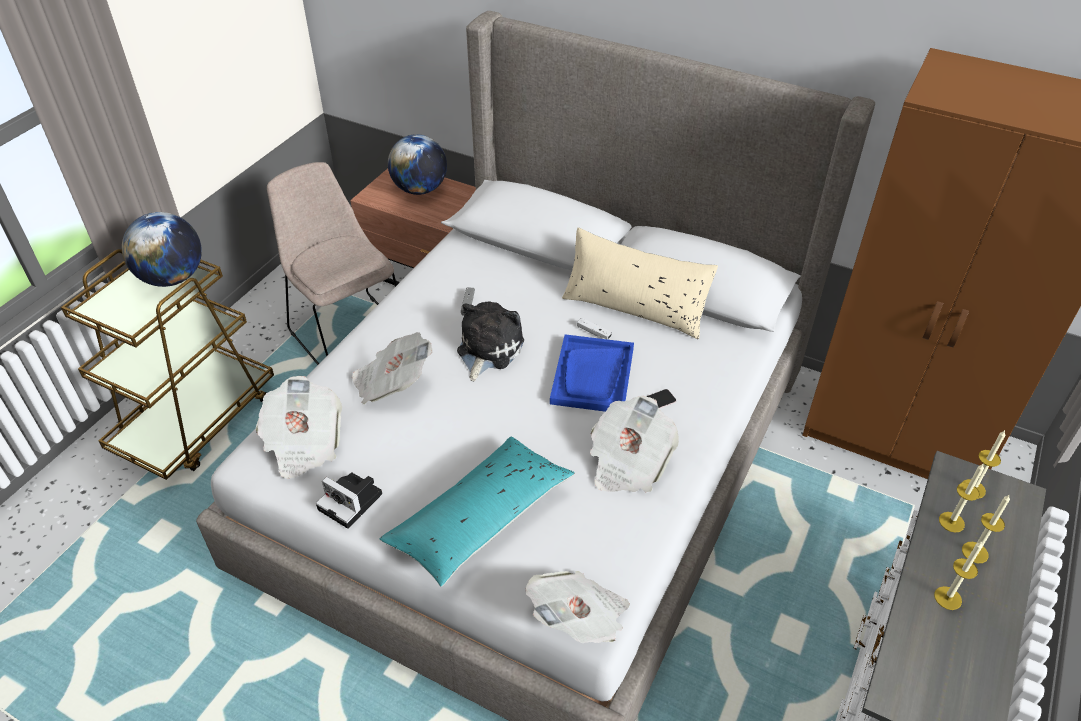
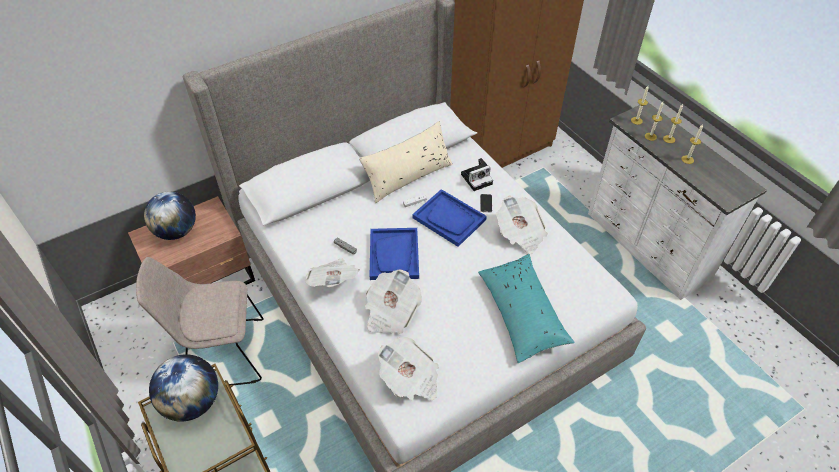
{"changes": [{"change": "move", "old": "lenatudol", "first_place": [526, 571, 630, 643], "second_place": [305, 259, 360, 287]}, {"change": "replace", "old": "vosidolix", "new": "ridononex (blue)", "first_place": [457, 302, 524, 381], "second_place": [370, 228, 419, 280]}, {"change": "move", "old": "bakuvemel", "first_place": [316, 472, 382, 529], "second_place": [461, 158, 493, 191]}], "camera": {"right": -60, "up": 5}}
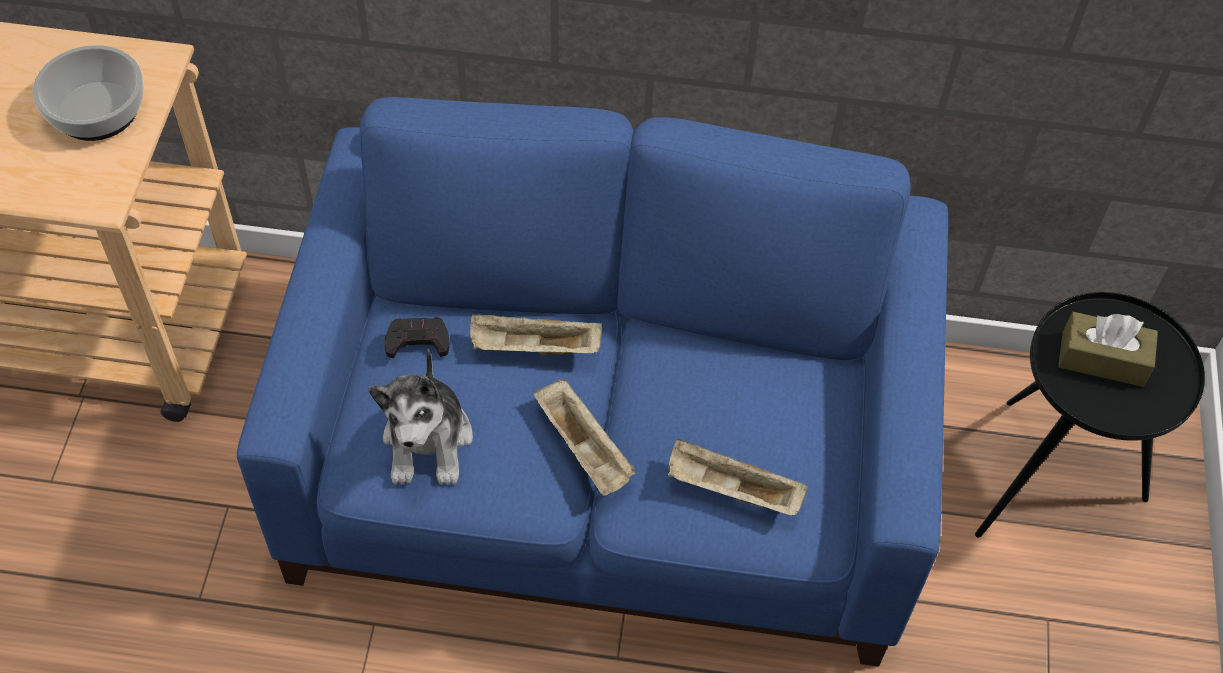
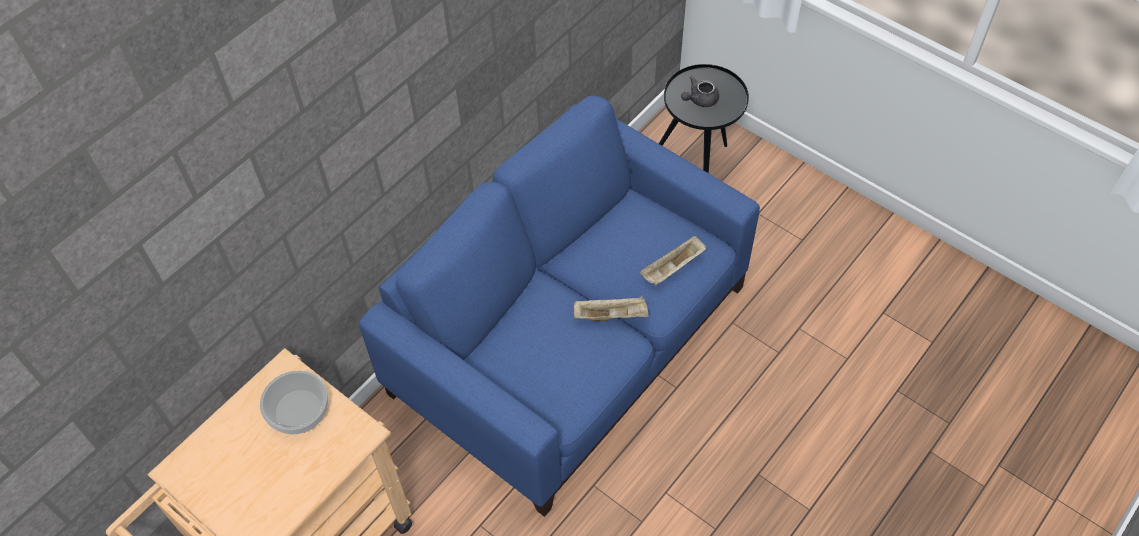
{"changes": [{"change": "replace", "old": "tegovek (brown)", "new": "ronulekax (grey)", "first_place": [1058, 312, 1158, 387], "second_place": [681, 76, 719, 107]}, {"change": "delete", "old": "vosidolix", "first_place": [368, 349, 473, 485]}, {"change": "delete", "old": "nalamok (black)", "first_place": [385, 317, 450, 358]}, {"change": "delete", "old": "ridononex (beige)", "first_place": [470, 314, 602, 356]}], "camera": {"right": -55, "up": 0}}
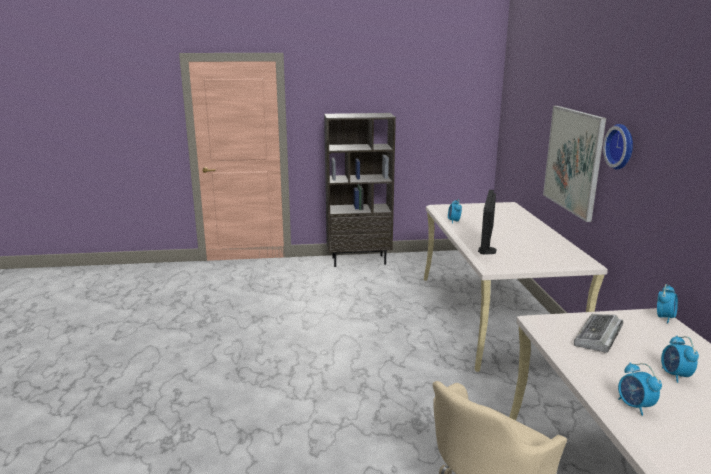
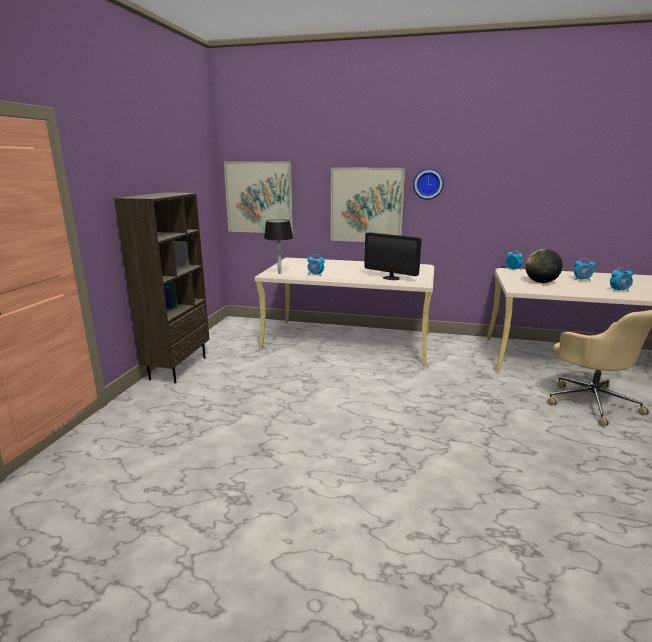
{"changes": [{"change": "insert", "new": "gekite", "second_place": [224, 162, 293, 234]}, {"change": "insert", "new": "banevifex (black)", "second_place": [264, 219, 293, 274]}, {"change": "replace", "old": "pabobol", "new": "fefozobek", "first_place": [574, 314, 623, 353], "second_place": [525, 249, 563, 283]}], "camera": {"right": -70, "up": 0}}
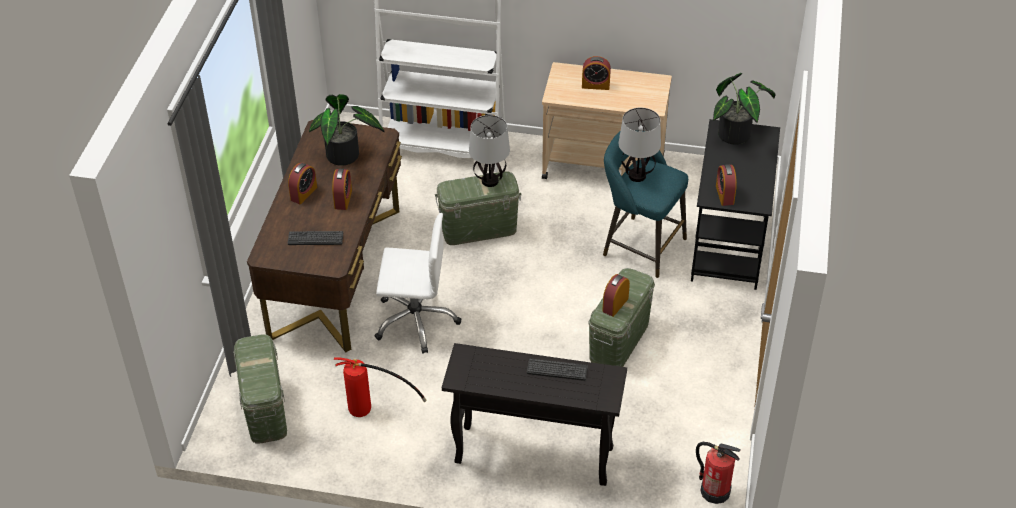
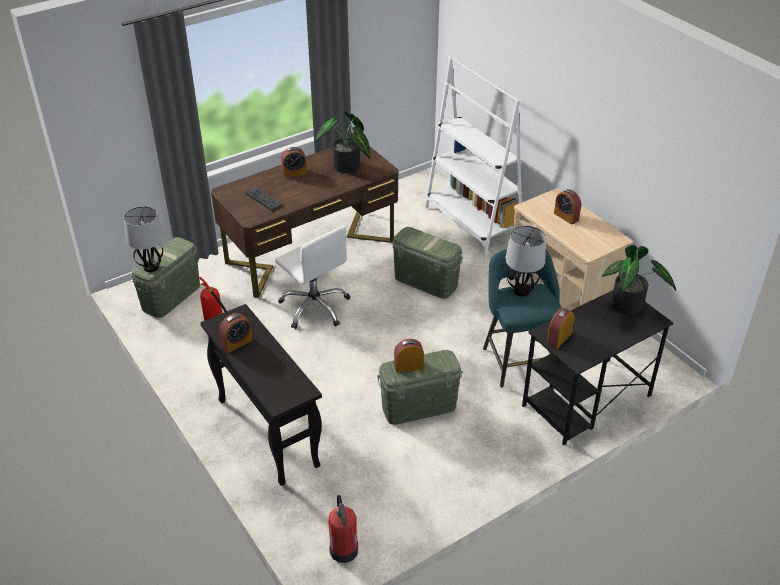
{"changes": [{"change": "move", "old": "banevifex", "first_place": [469, 115, 510, 187], "second_place": [124, 206, 164, 272]}, {"change": "move", "old": "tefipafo", "first_place": [332, 169, 352, 210], "second_place": [219, 313, 253, 353]}, {"change": "delete", "old": "pabobol", "first_place": [527, 358, 588, 381]}], "camera": {"right": 45, "up": -5}}
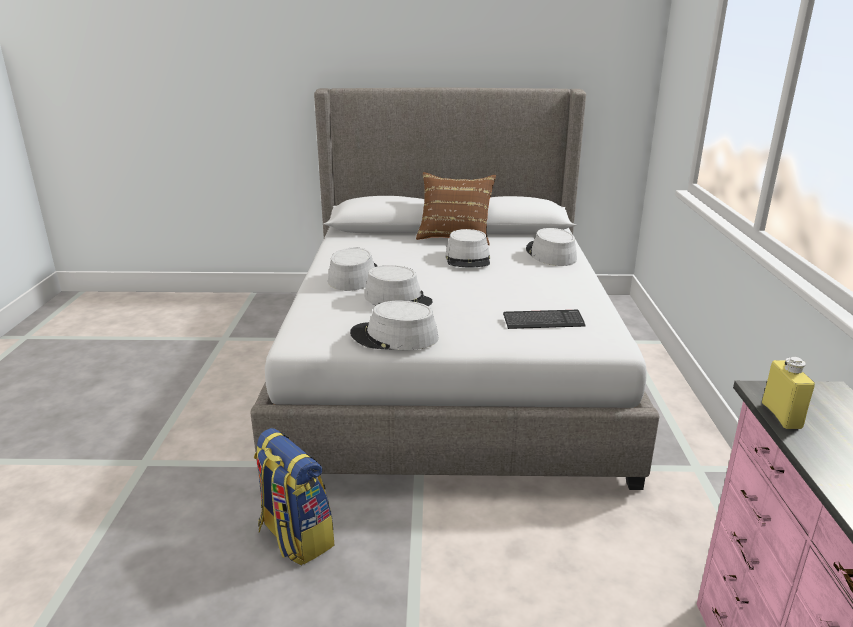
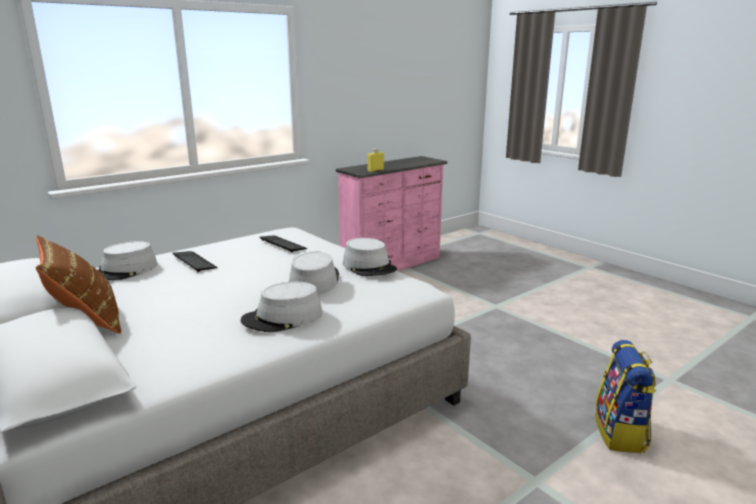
{"changes": [{"change": "insert", "new": "pabobol", "second_place": [173, 251, 218, 272]}, {"change": "move", "old": "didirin", "first_place": [254, 428, 334, 565], "second_place": [595, 340, 656, 453]}, {"change": "delete", "old": "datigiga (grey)", "first_place": [445, 229, 490, 268]}], "camera": {"right": -130, "up": -5}}
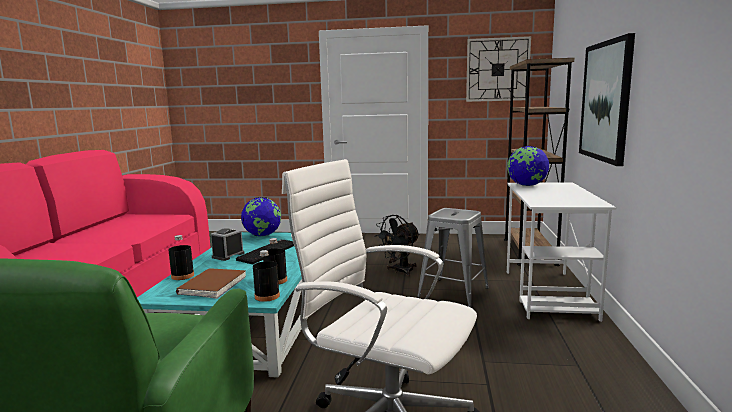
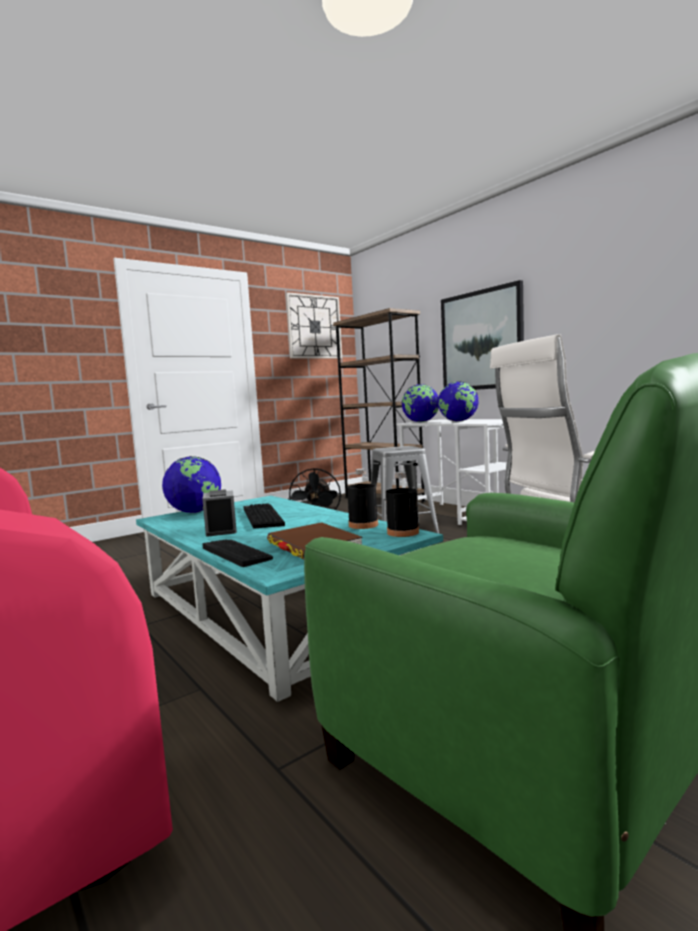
{"changes": [{"change": "replace", "old": "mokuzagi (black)", "new": "pabobol", "first_place": [168, 235, 194, 280], "second_place": [203, 539, 273, 567]}, {"change": "insert", "new": "fefozobek", "second_place": [438, 381, 479, 422]}], "camera": {"right": -45, "up": -5}}
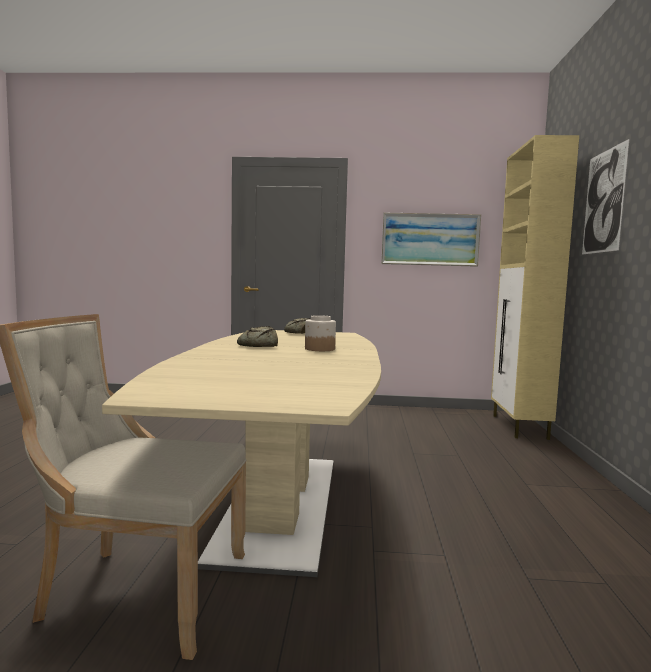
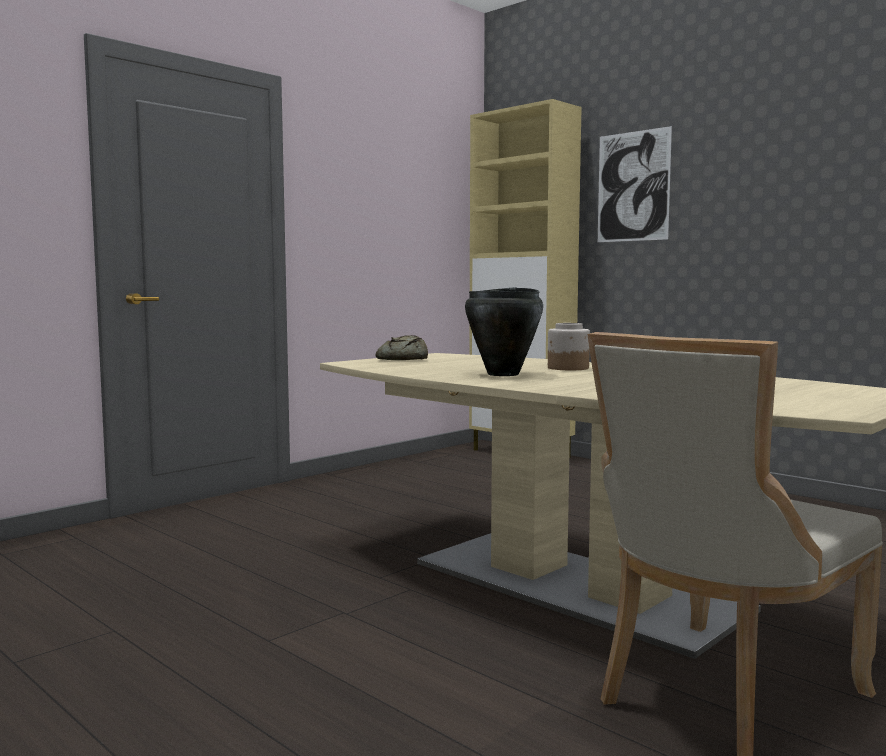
{"changes": [{"change": "replace", "old": "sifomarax", "new": "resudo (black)", "first_place": [237, 326, 278, 347], "second_place": [465, 288, 543, 376]}, {"change": "delete", "old": "gekite", "first_place": [381, 213, 481, 267]}], "camera": {"right": -50, "up": 0}}
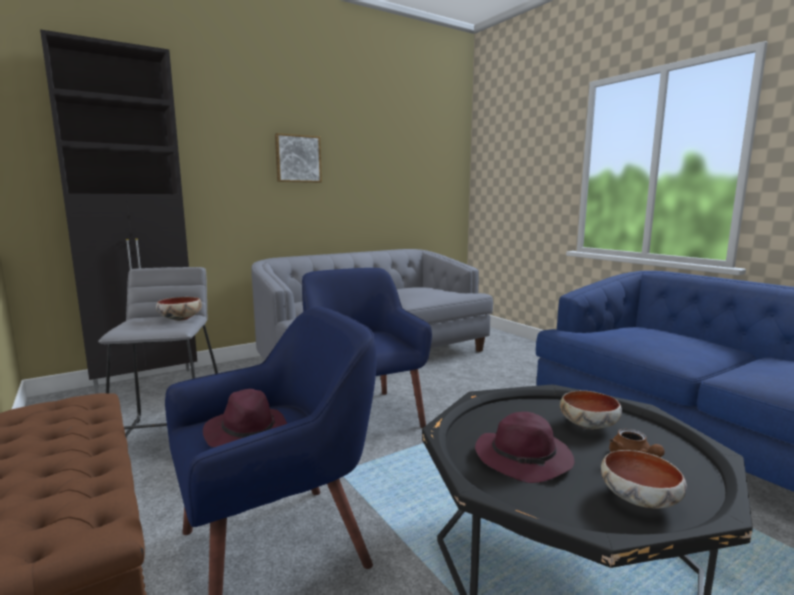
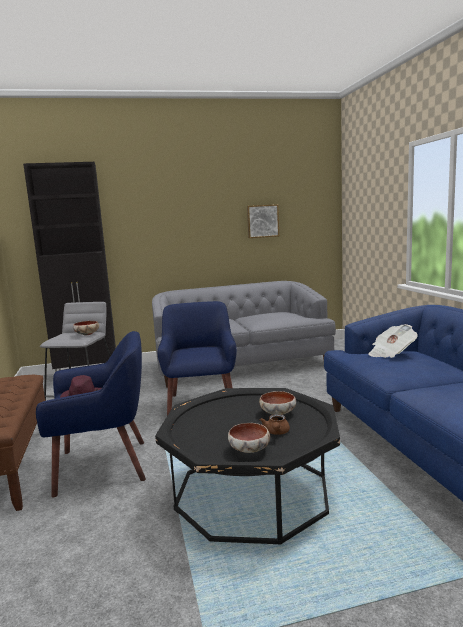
{"changes": [{"change": "move", "old": "gekite", "first_place": [275, 133, 322, 183], "second_place": [247, 204, 279, 238]}, {"change": "insert", "new": "lenatudol", "second_place": [368, 324, 417, 358]}, {"change": "delete", "old": "datigiga (purple)", "first_place": [475, 412, 575, 483]}], "camera": {"right": 20, "up": 0}}
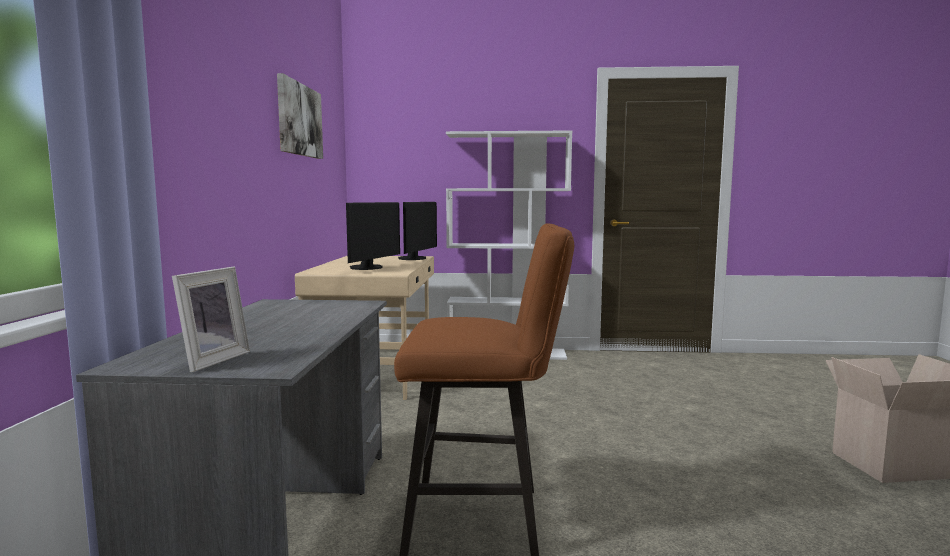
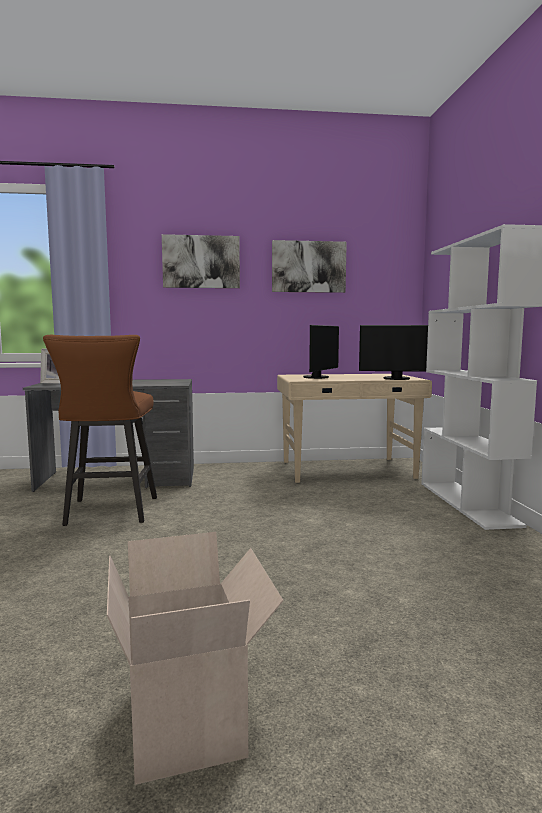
{"changes": [{"change": "insert", "new": "gekite", "second_place": [162, 234, 240, 288]}, {"change": "rotate", "old": "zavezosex", "first_place": [346, 202, 400, 270], "second_place": [303, 325, 339, 379], "degrees": -75}], "camera": {"right": 80, "up": 0}}
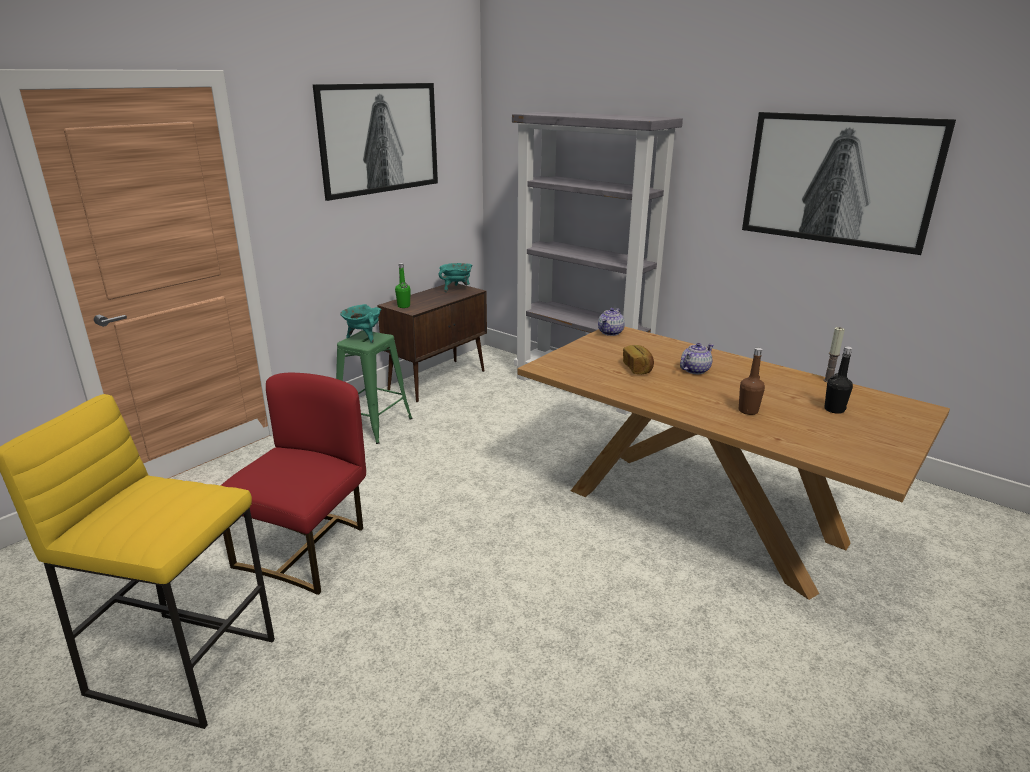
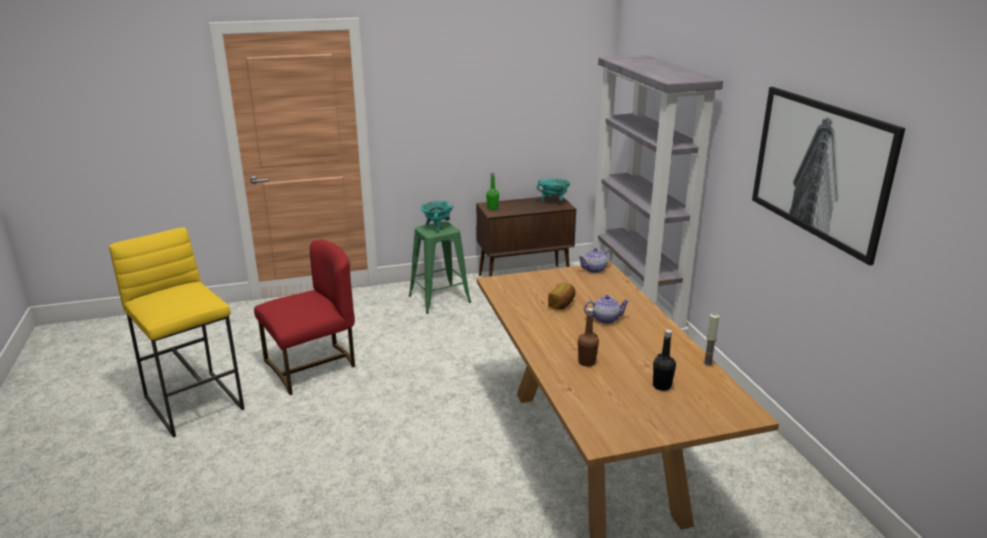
{"changes": [{"change": "delete", "old": "gekite", "first_place": [313, 83, 438, 201]}], "camera": {"right": 35, "up": 0}}
